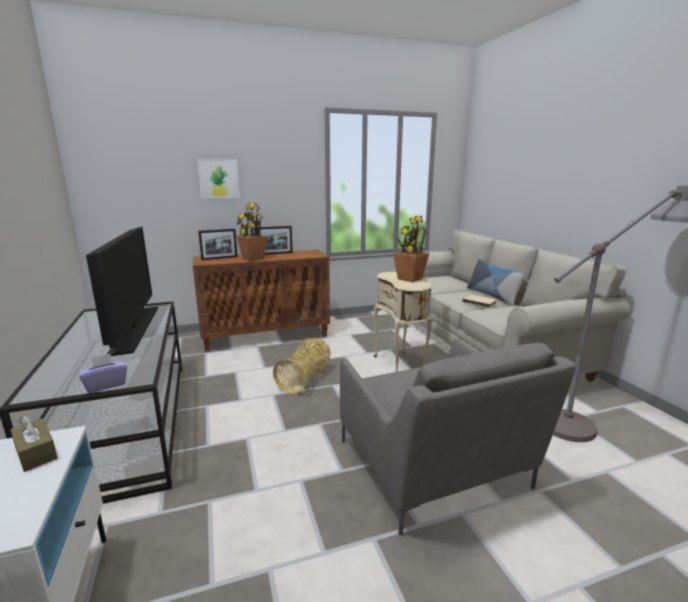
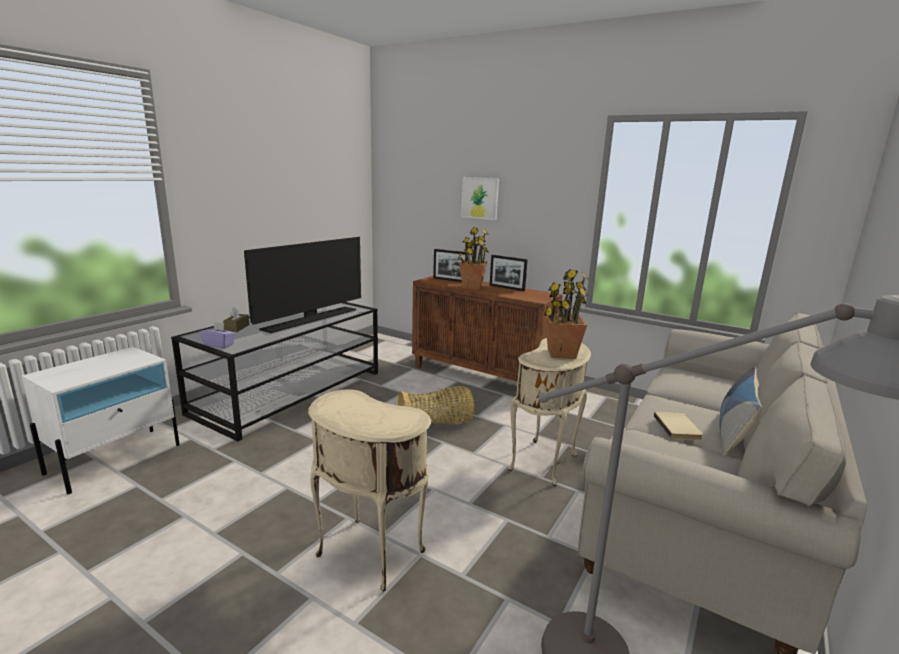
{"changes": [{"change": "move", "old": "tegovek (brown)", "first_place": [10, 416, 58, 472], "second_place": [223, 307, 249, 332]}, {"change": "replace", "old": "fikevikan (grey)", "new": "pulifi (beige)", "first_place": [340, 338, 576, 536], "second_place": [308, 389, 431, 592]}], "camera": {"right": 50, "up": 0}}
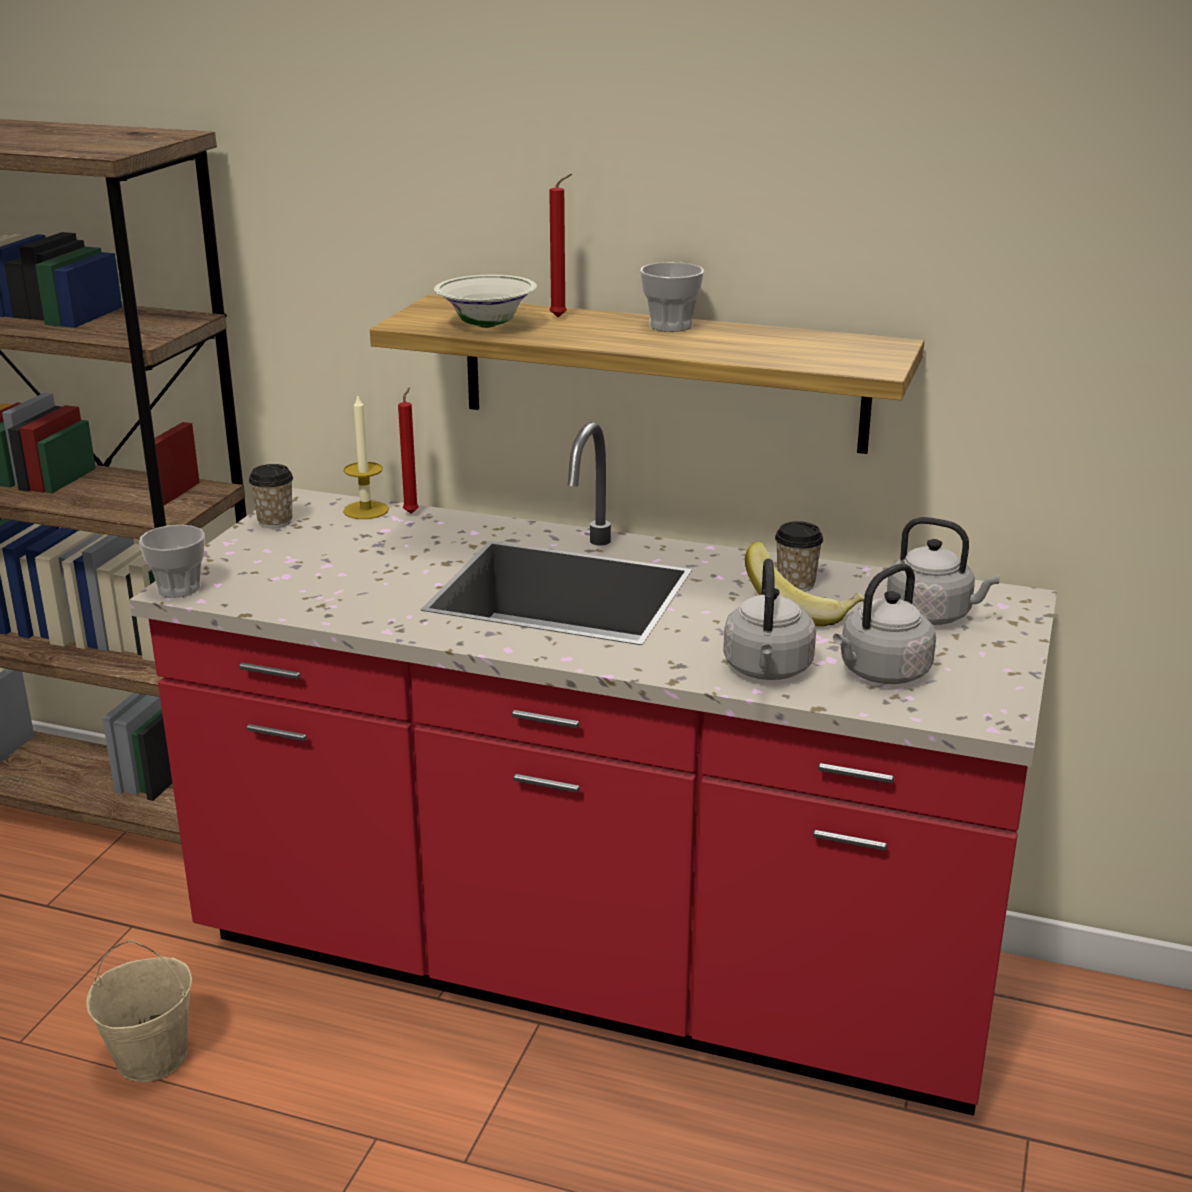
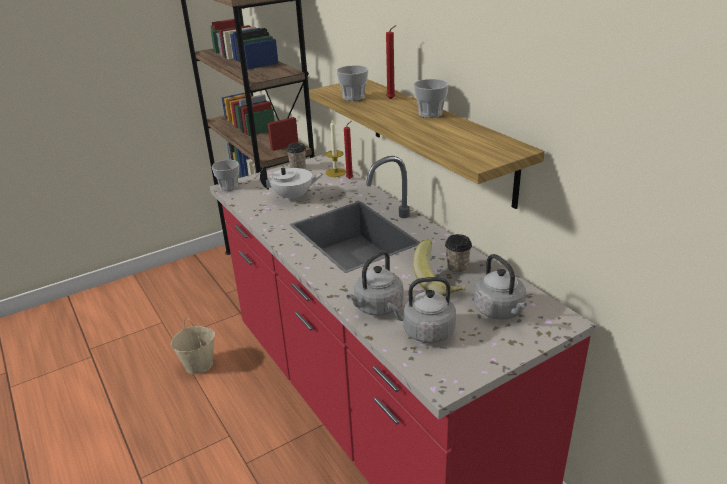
{"changes": [{"change": "insert", "new": "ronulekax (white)", "second_place": [260, 165, 324, 202]}, {"change": "replace", "old": "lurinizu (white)", "new": "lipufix", "first_place": [434, 275, 537, 328], "second_place": [336, 65, 368, 101]}], "camera": {"right": 40, "up": 5}}
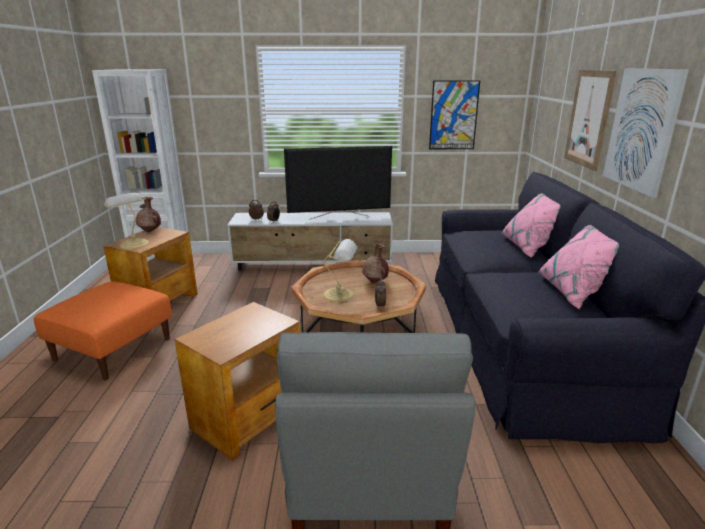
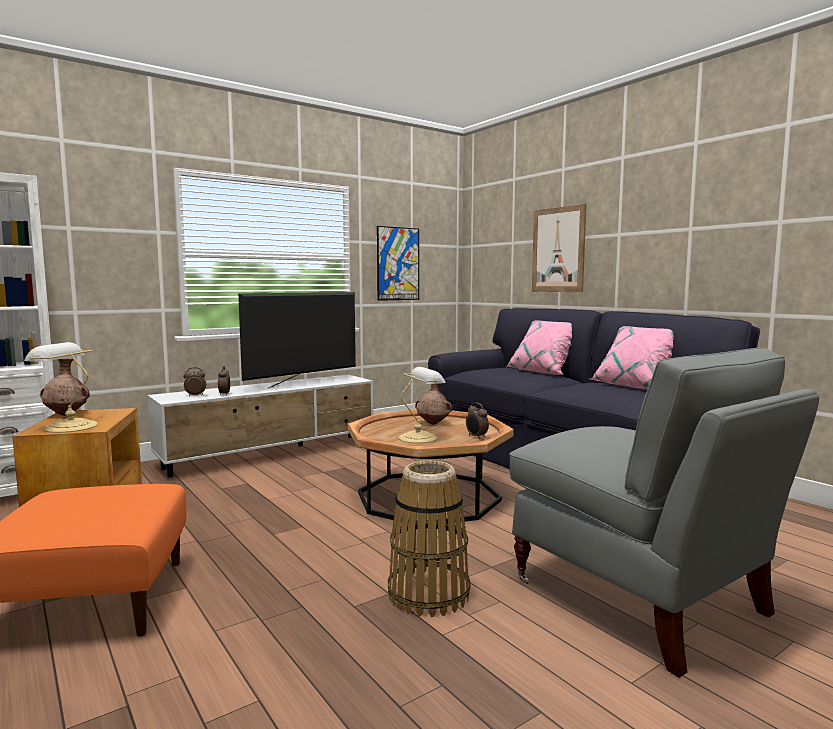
{"changes": [{"change": "replace", "old": "pulifi (brown)", "new": "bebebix", "first_place": [174, 302, 300, 460], "second_place": [388, 461, 471, 617]}, {"change": "delete", "old": "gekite", "first_place": [603, 68, 689, 198]}], "camera": {"right": -35, "up": -15}}
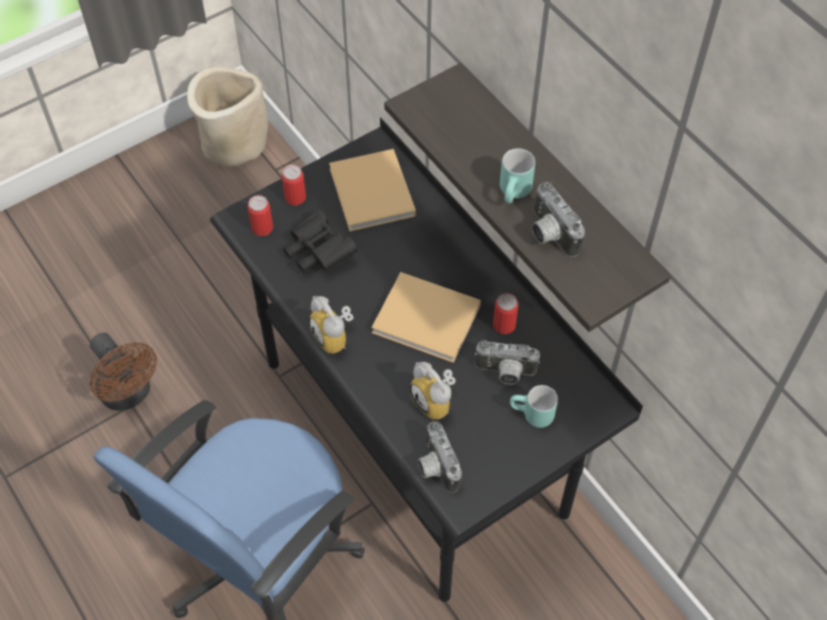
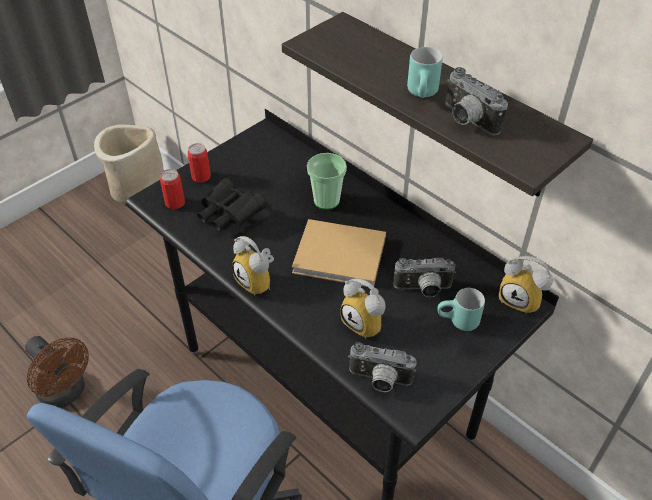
{"changes": [{"change": "insert", "new": "lipufix", "second_place": [307, 153, 347, 210]}, {"change": "rotate", "old": "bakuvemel", "first_place": [418, 421, 462, 493], "second_place": [348, 342, 416, 392], "degrees": -45}, {"change": "insert", "new": "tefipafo", "second_place": [499, 256, 553, 314]}, {"change": "delete", "old": "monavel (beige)", "first_place": [329, 149, 416, 232]}, {"change": "delete", "old": "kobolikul", "first_place": [493, 293, 518, 334]}], "camera": {"right": -10, "up": -10}}
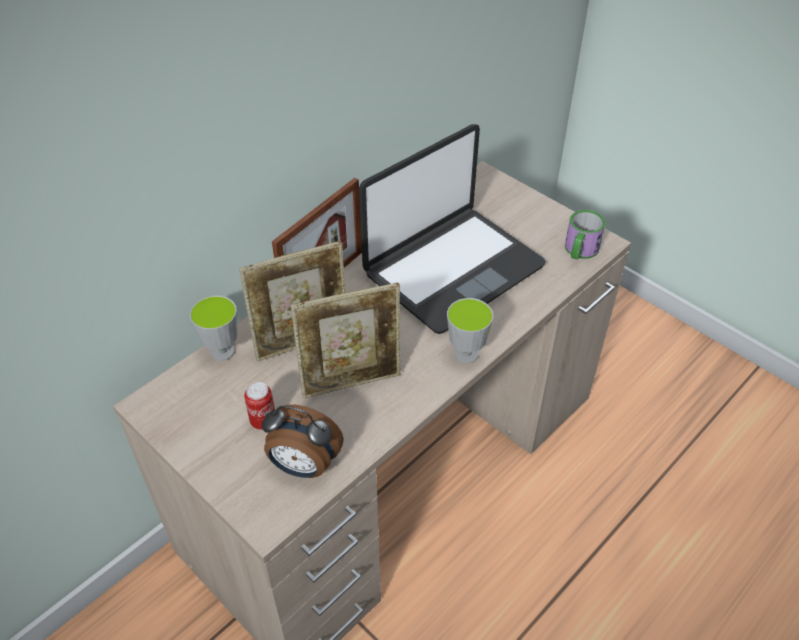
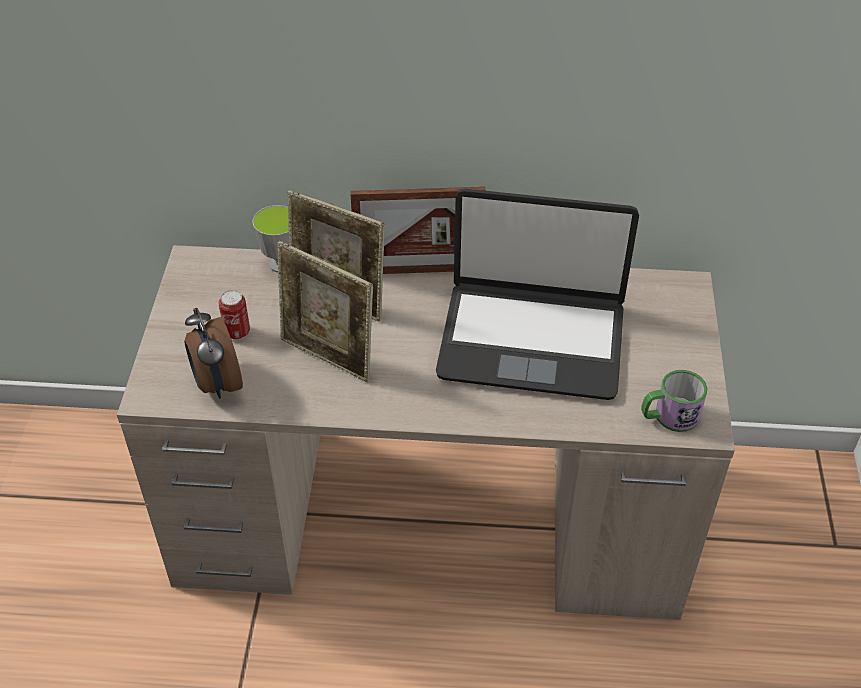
{"changes": [{"change": "delete", "old": "lipufix", "first_place": [447, 298, 493, 364]}], "camera": {"right": 50, "up": 0}}
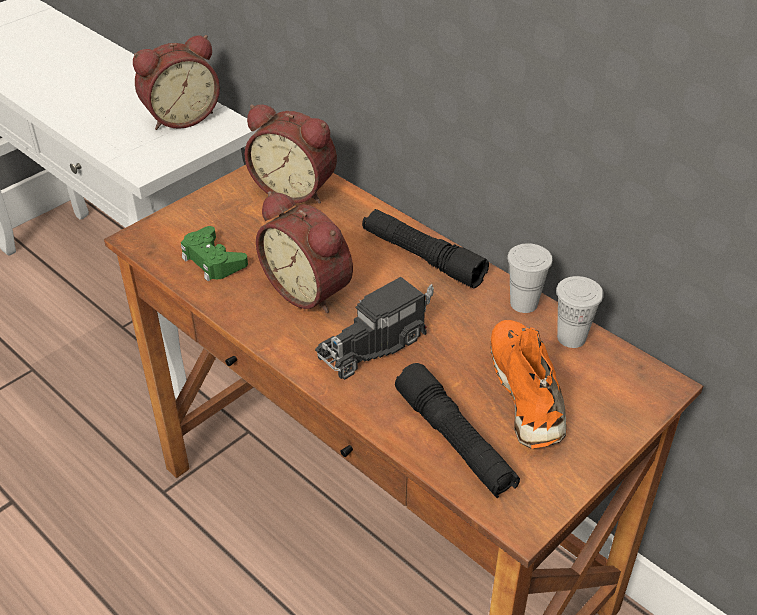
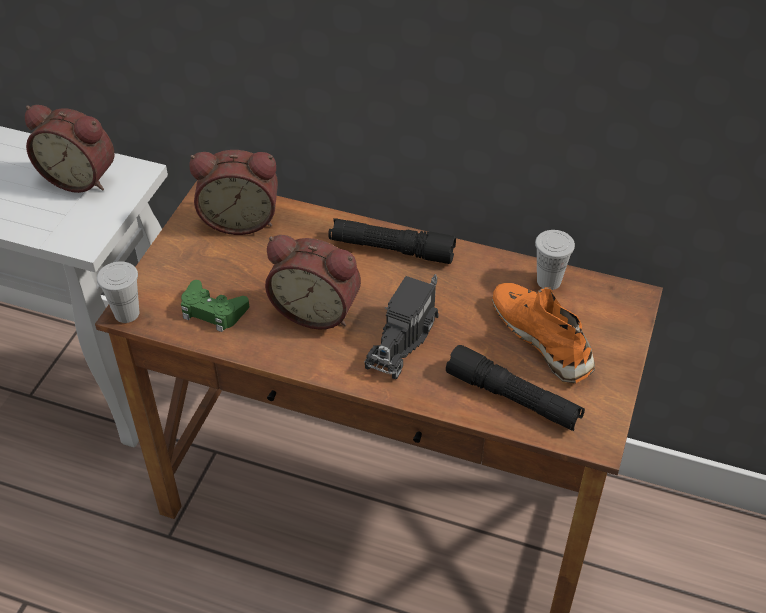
{"changes": [{"change": "rotate", "old": "tefipafo", "first_place": [133, 35, 220, 130], "second_place": [25, 105, 114, 193], "degrees": 75}, {"change": "move", "old": "lipufix (white)", "first_place": [507, 243, 553, 313], "second_place": [97, 261, 139, 323]}], "camera": {"right": -25, "up": 5}}
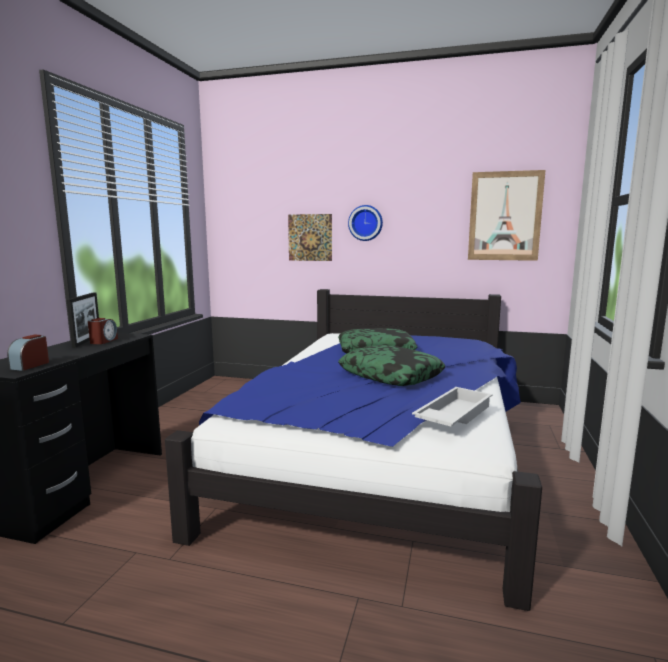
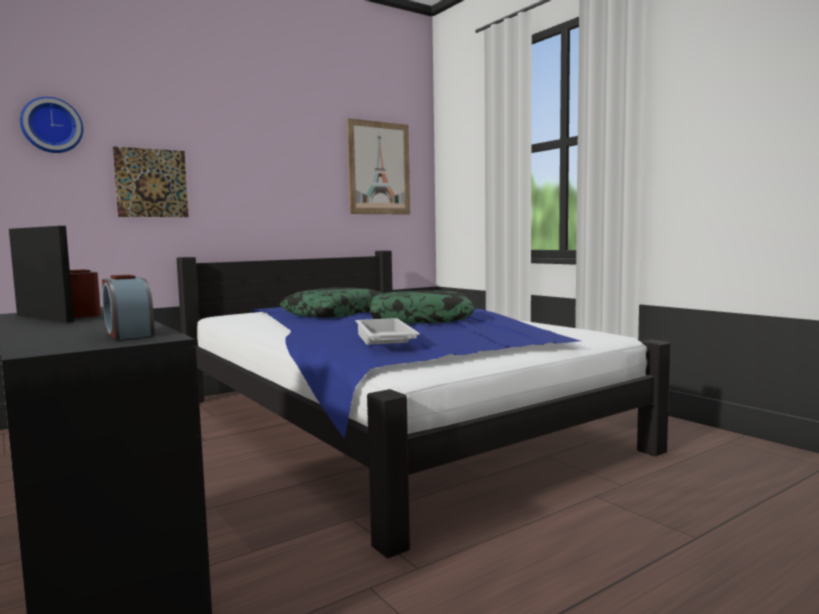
{"changes": [{"change": "move", "old": "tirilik", "first_place": [348, 205, 383, 241], "second_place": [20, 97, 83, 153]}, {"change": "move", "old": "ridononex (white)", "first_place": [412, 387, 493, 427], "second_place": [355, 318, 420, 345]}], "camera": {"right": -50, "up": -5}}
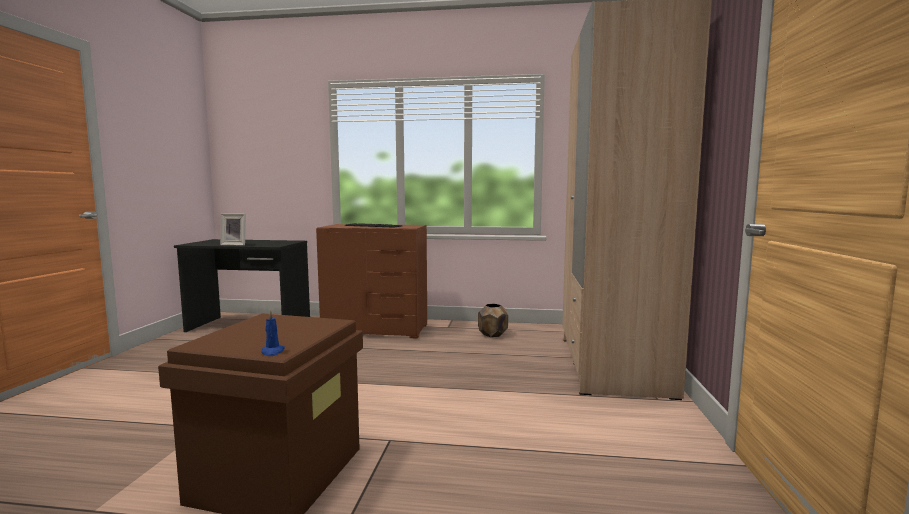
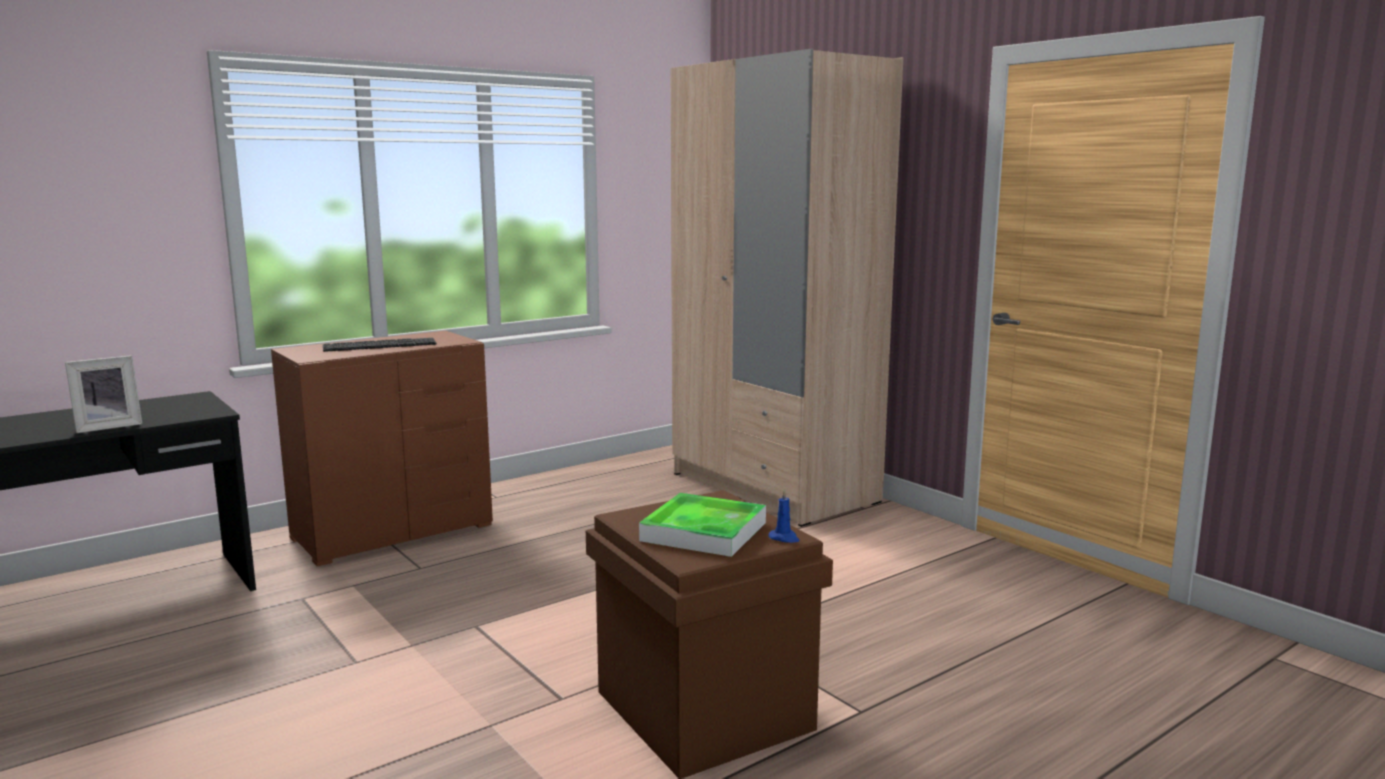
{"changes": [{"change": "insert", "new": "ridononex", "second_place": [639, 493, 766, 557]}, {"change": "delete", "old": "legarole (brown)", "first_place": [478, 304, 508, 337]}], "camera": {"right": -45, "up": 5}}
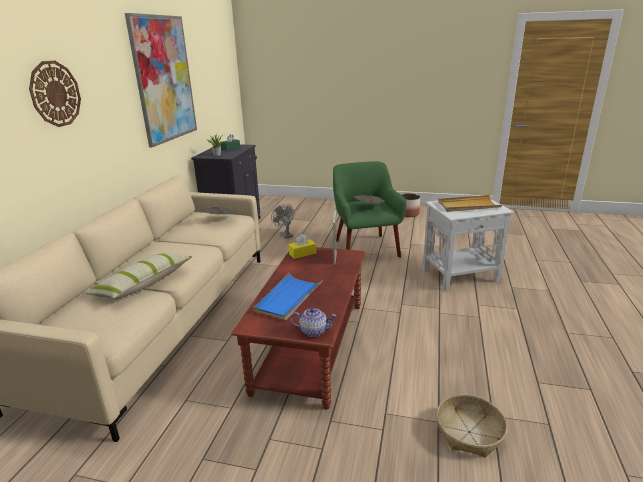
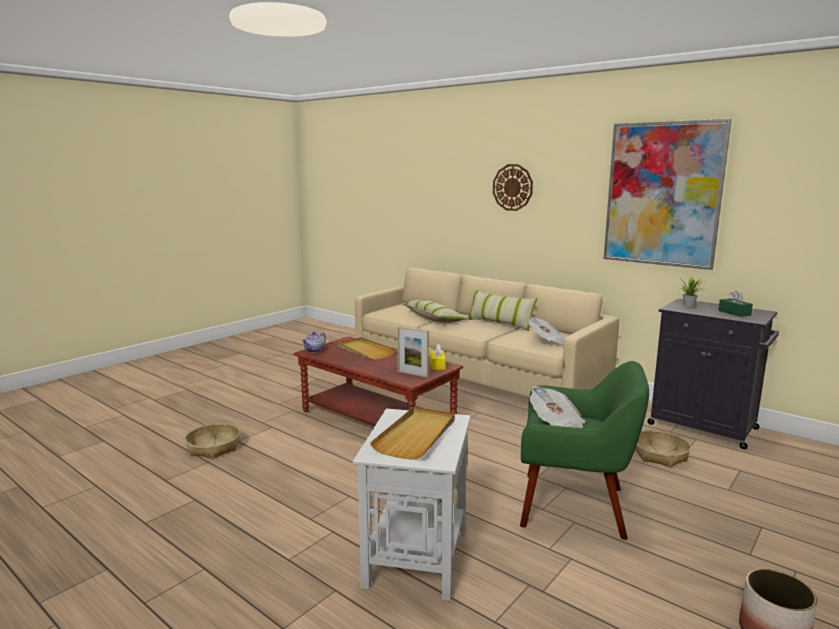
{"changes": [{"change": "recolor", "old": "ridononex (blue)", "new": "ridononex (beige)", "first_place": [253, 272, 323, 320], "second_place": [338, 337, 396, 360]}, {"change": "insert", "new": "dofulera", "second_place": [466, 289, 538, 331]}, {"change": "replace", "old": "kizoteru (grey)", "new": "bebebix", "first_place": [271, 204, 295, 239], "second_place": [635, 430, 691, 468]}], "camera": {"right": 115, "up": -10}}
